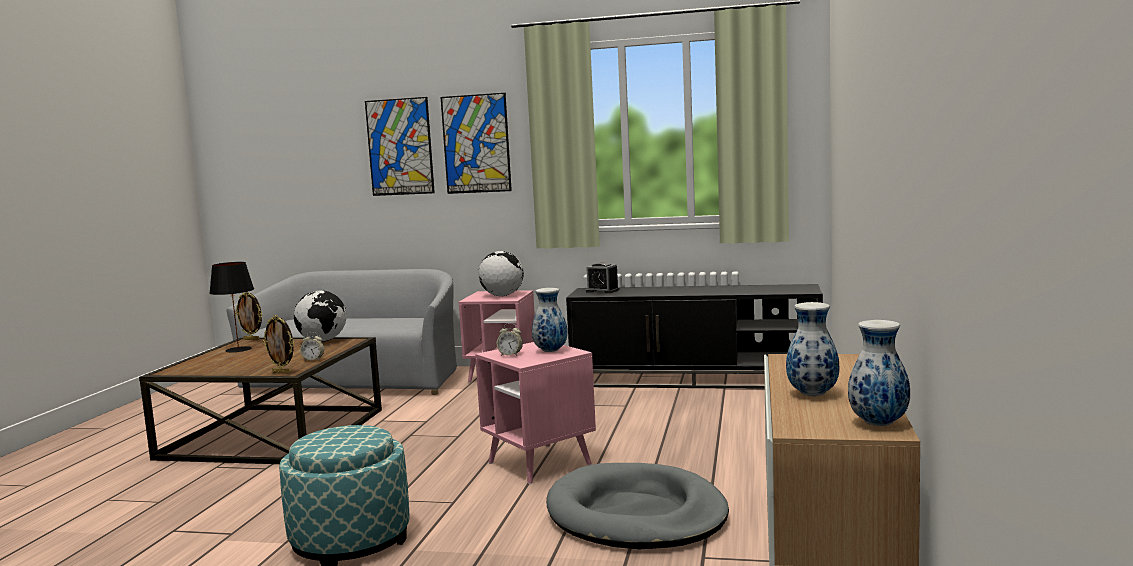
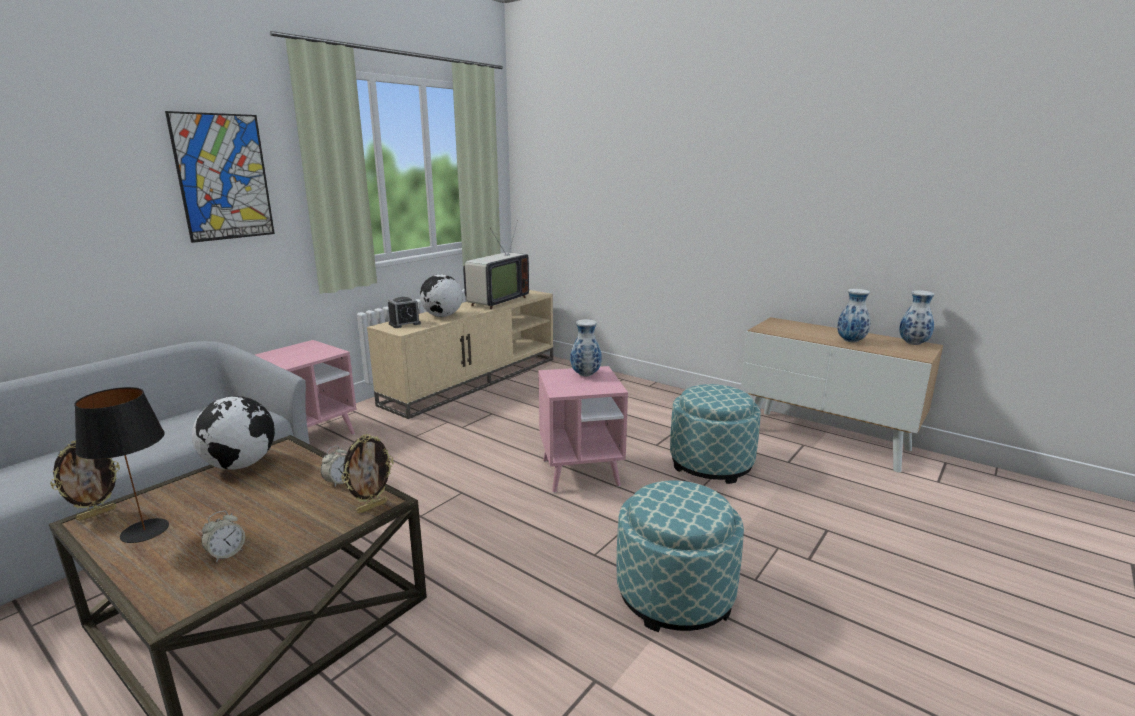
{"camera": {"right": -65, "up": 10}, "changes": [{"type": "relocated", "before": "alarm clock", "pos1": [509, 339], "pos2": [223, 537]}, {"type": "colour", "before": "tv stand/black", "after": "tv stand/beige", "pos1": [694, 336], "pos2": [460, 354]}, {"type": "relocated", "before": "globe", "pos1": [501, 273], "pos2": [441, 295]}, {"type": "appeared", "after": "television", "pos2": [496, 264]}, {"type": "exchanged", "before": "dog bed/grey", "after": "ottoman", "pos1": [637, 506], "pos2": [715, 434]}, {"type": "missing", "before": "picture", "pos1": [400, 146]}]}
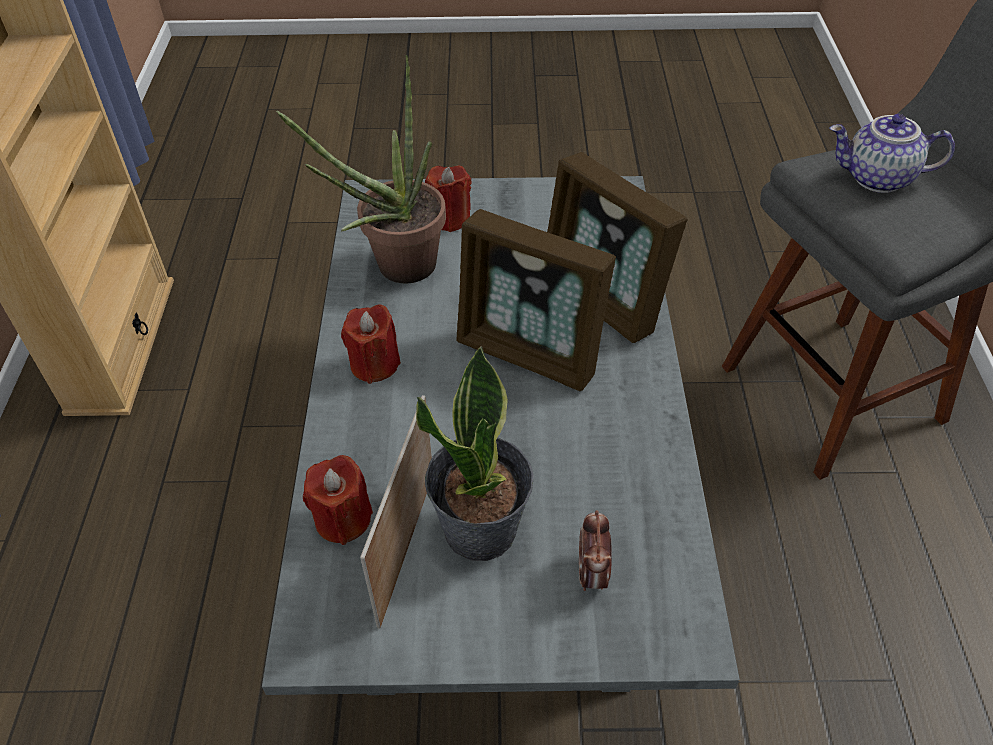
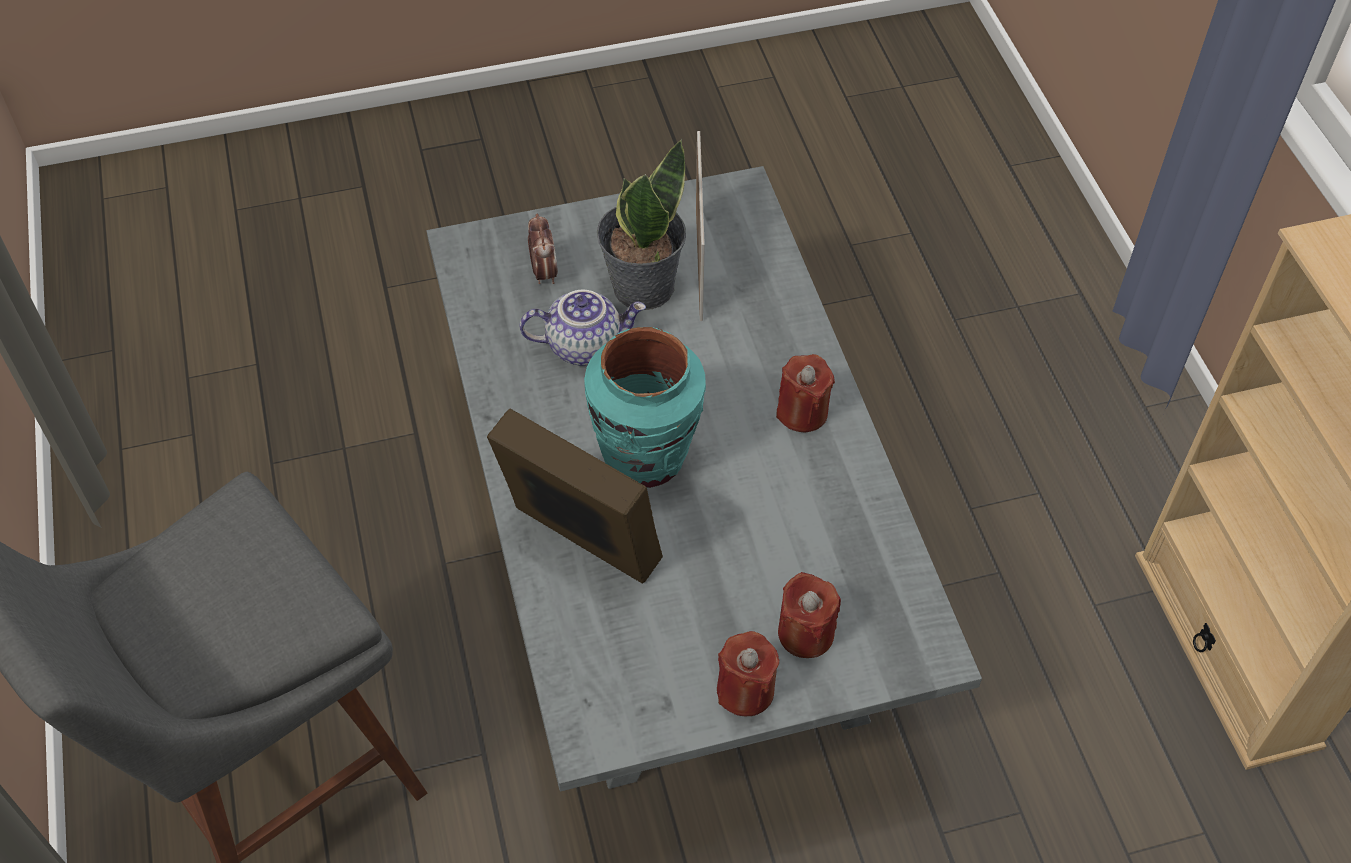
{"camera": {"right": 165, "up": 5}, "changes": [{"type": "relocated", "before": "teapot", "pos1": [892, 153], "pos2": [582, 328]}, {"type": "exchanged", "before": "picture frame", "after": "vase/turquoise", "pos1": [536, 300], "pos2": [645, 407]}, {"type": "relocated", "before": "candle/red", "pos1": [338, 500], "pos2": [748, 673]}, {"type": "missing", "before": "potted plant", "pos1": [361, 169]}]}
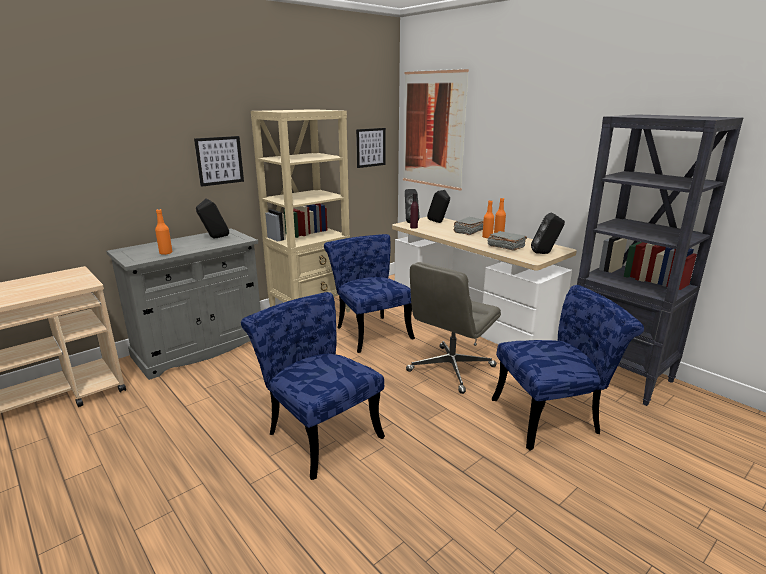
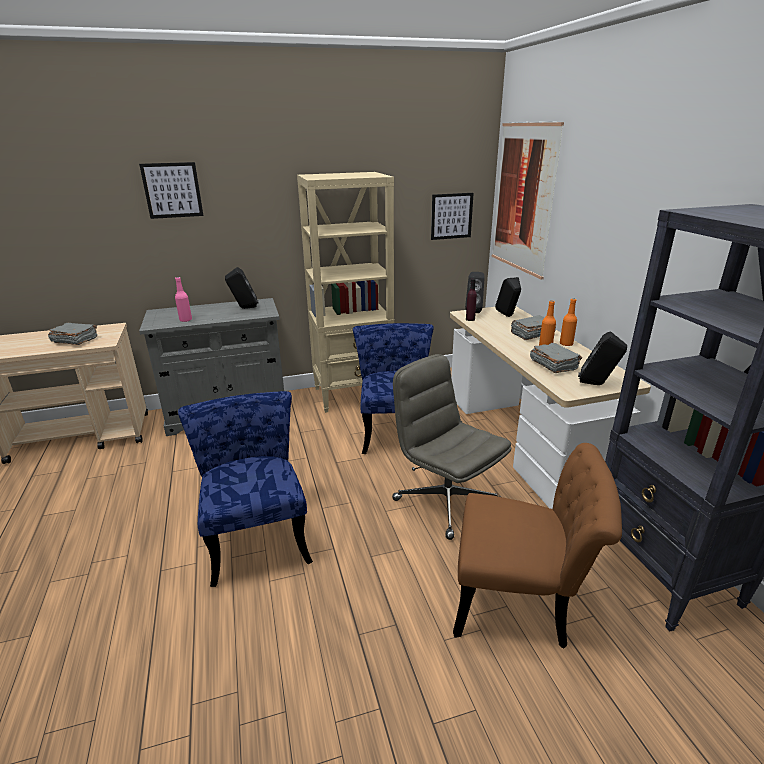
{"camera": {"right": 25, "up": 5}, "changes": [{"type": "appeared", "after": "book/grey", "pos2": [72, 334]}, {"type": "relocated", "before": "picture", "pos1": [219, 161], "pos2": [171, 190]}, {"type": "colour", "before": "bottle/orange", "after": "bottle/pink", "pos1": [164, 231], "pos2": [183, 299]}, {"type": "spun", "before": "office chair/grey", "pos1": [453, 328], "pos2": [451, 447], "turn": 75}, {"type": "colour", "before": "chair/blue", "after": "chair/brown", "pos1": [568, 368], "pos2": [537, 546]}]}
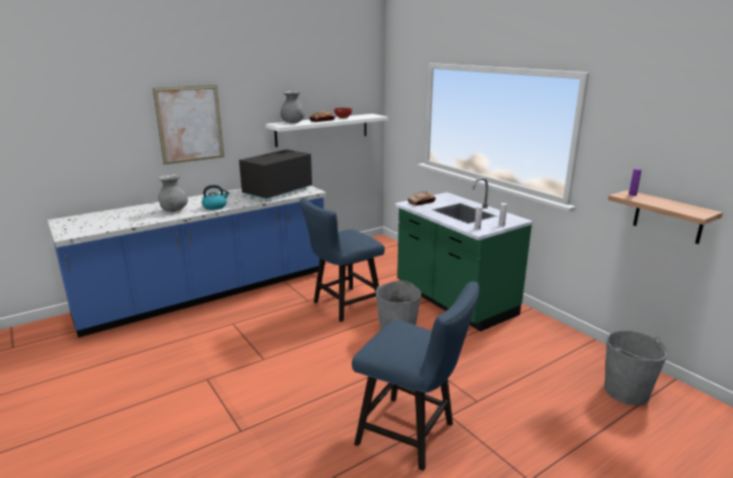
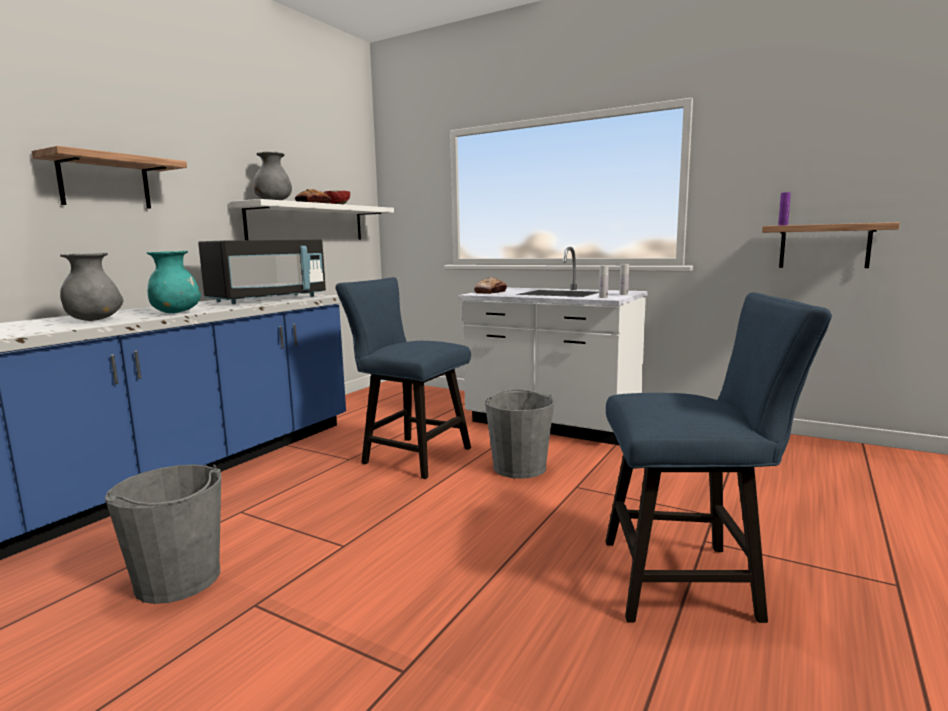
{"camera": {"right": -25, "up": -10}, "changes": [{"type": "exchanged", "before": "picture", "after": "shelf", "pos1": [188, 125], "pos2": [109, 177]}, {"type": "relocated", "before": "bucket/grey", "pos1": [636, 367], "pos2": [163, 534]}, {"type": "exchanged", "before": "kettle", "after": "vase/turquoise", "pos1": [215, 197], "pos2": [174, 282]}, {"type": "spun", "before": "microwave/black", "pos1": [275, 175], "pos2": [262, 272], "turn": -150}, {"type": "spun", "before": "chair/blue", "pos1": [342, 260], "pos2": [403, 378], "turn": 90}, {"type": "colour", "before": "counter/green", "after": "counter/white", "pos1": [464, 254], "pos2": [553, 346]}]}
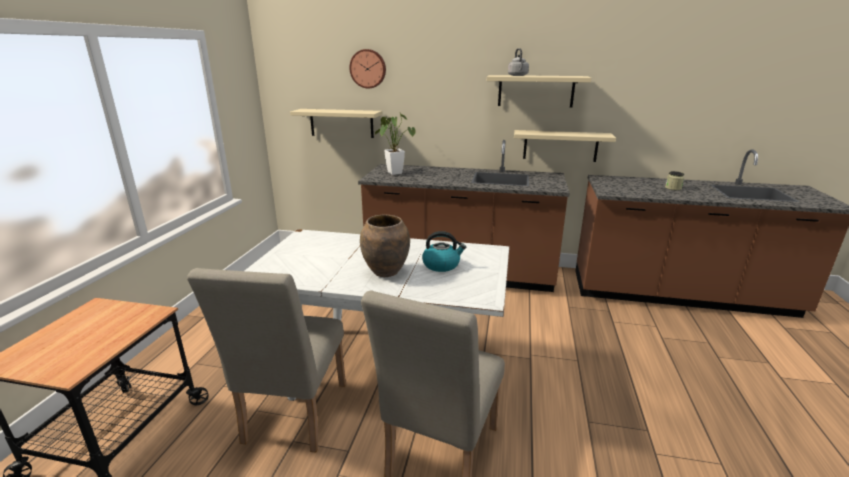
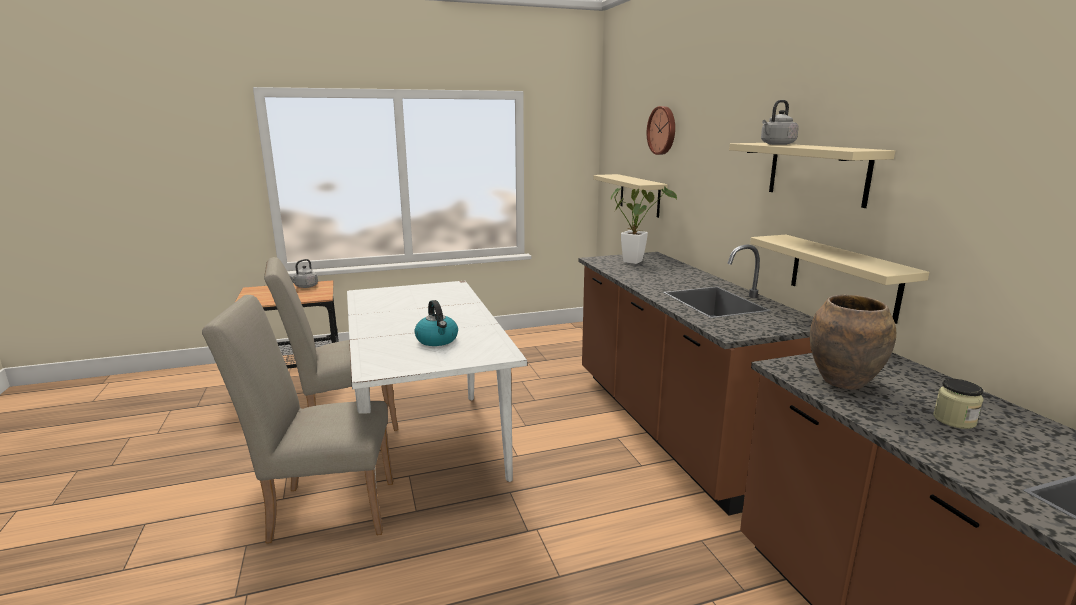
{"camera": {"right": 60, "up": -5}, "changes": [{"type": "appeared", "after": "kettle/grey", "pos2": [303, 273]}, {"type": "relocated", "before": "vase/brown", "pos1": [385, 246], "pos2": [853, 342]}]}
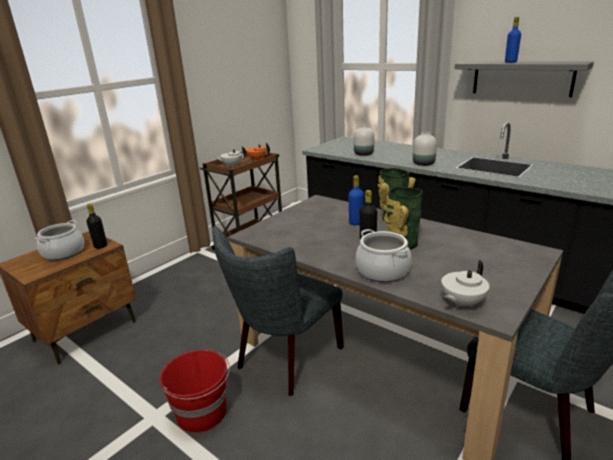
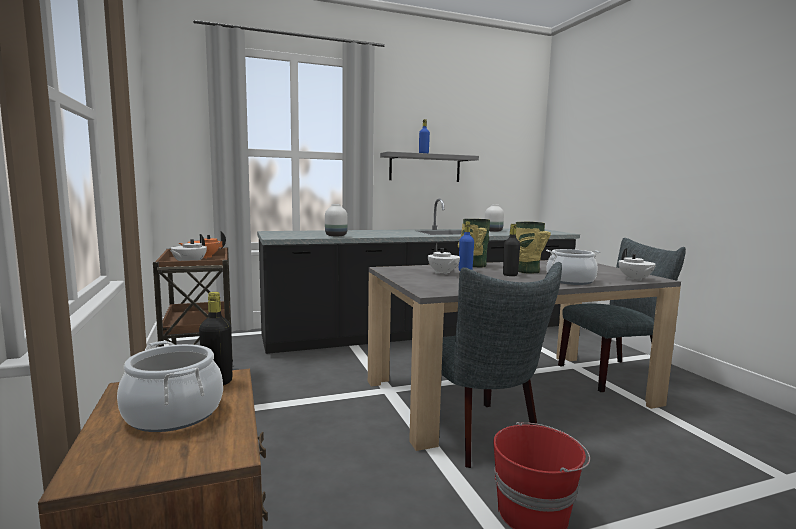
{"camera": {"right": -60, "up": -15}, "changes": [{"type": "appeared", "after": "teapot/white", "pos2": [444, 259]}, {"type": "relocated", "before": "vase/white", "pos1": [425, 149], "pos2": [494, 218]}]}
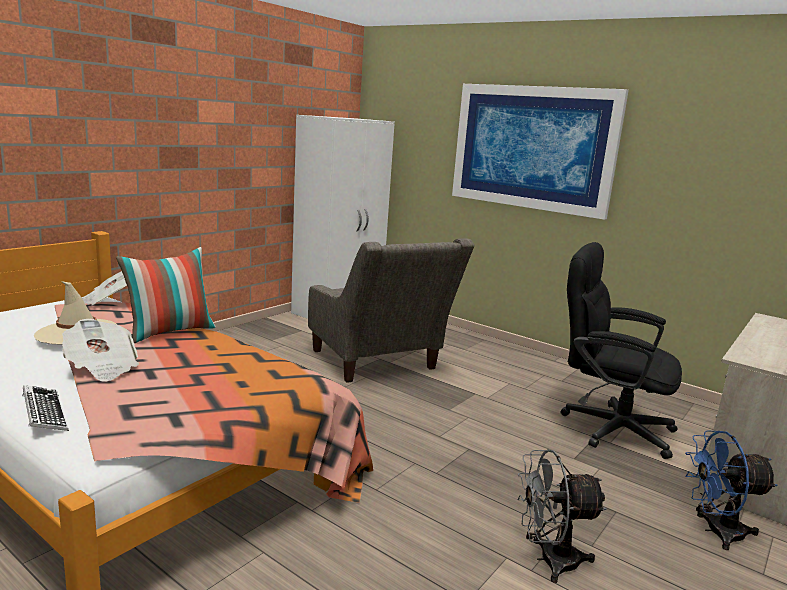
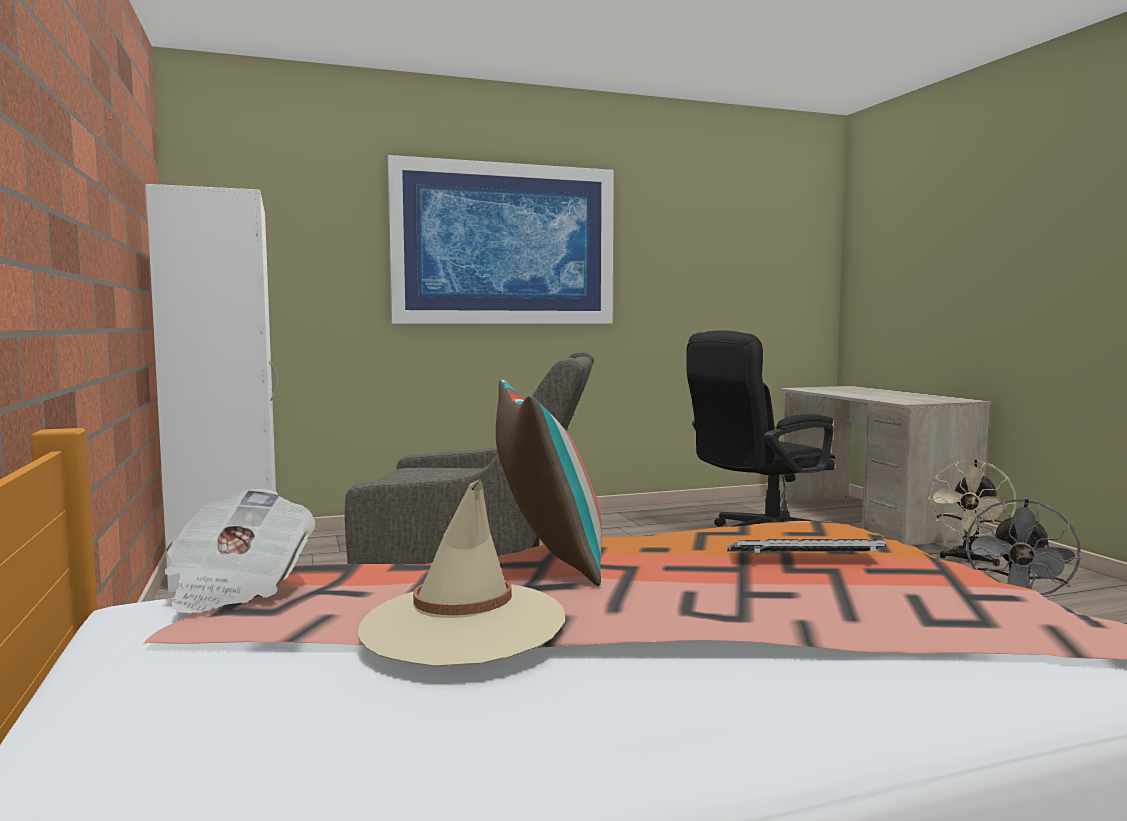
{"camera": {"right": -55, "up": -10}, "changes": [{"type": "relocated", "before": "keyboard", "pos1": [45, 408], "pos2": [807, 546]}, {"type": "colour", "before": "fan/blue", "after": "fan/beige", "pos1": [731, 490], "pos2": [972, 513]}, {"type": "missing", "before": "newspaper", "pos1": [100, 350]}]}
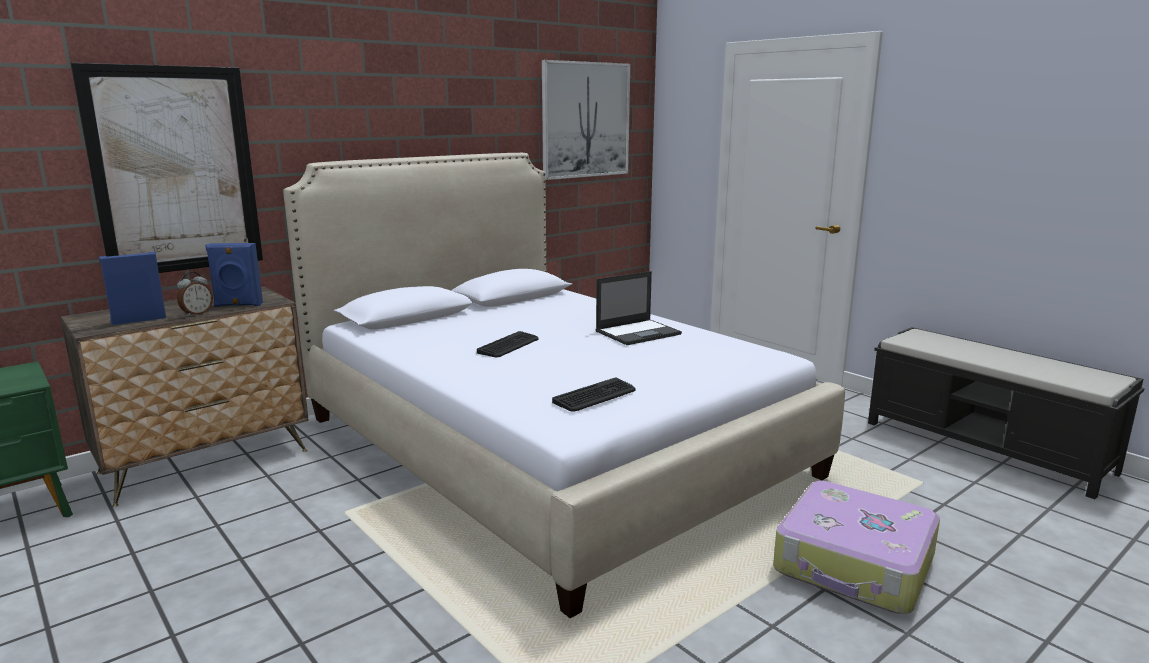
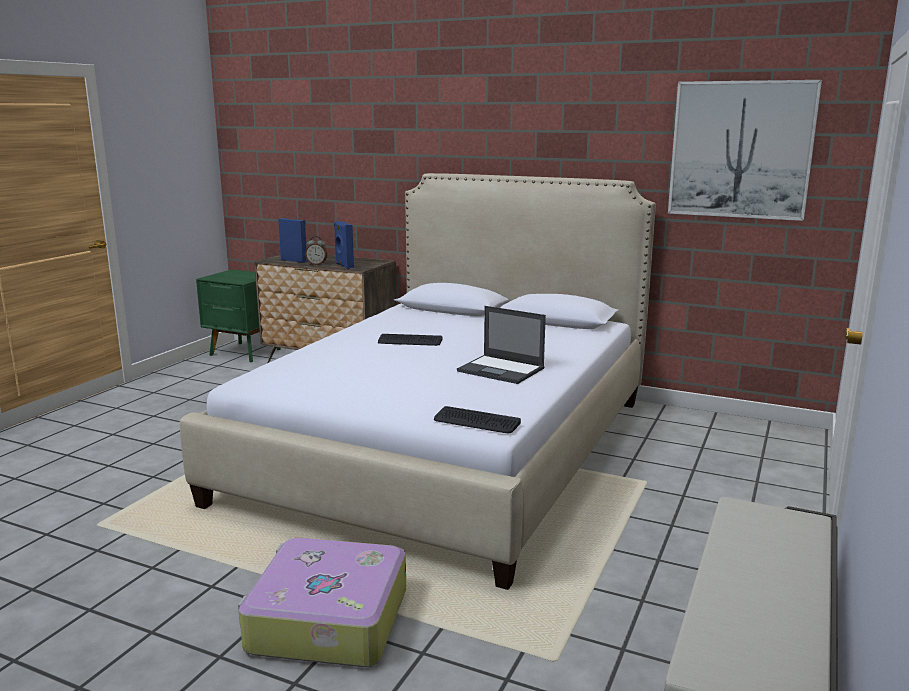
{"camera": {"right": 65, "up": 0}, "changes": [{"type": "relocated", "before": "keyboard", "pos1": [594, 395], "pos2": [477, 419]}, {"type": "missing", "before": "picture", "pos1": [166, 168]}]}
